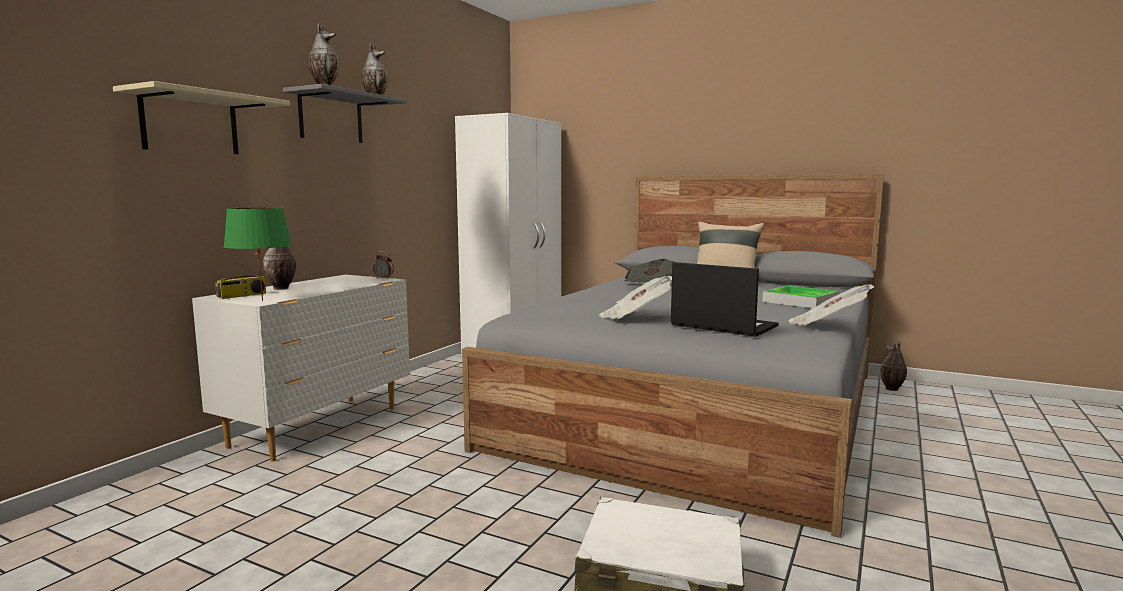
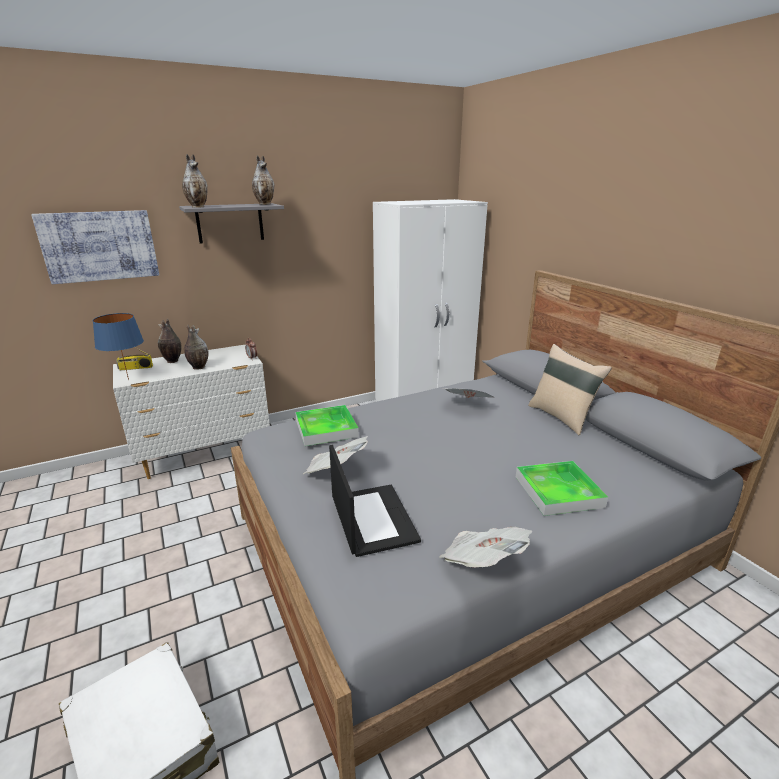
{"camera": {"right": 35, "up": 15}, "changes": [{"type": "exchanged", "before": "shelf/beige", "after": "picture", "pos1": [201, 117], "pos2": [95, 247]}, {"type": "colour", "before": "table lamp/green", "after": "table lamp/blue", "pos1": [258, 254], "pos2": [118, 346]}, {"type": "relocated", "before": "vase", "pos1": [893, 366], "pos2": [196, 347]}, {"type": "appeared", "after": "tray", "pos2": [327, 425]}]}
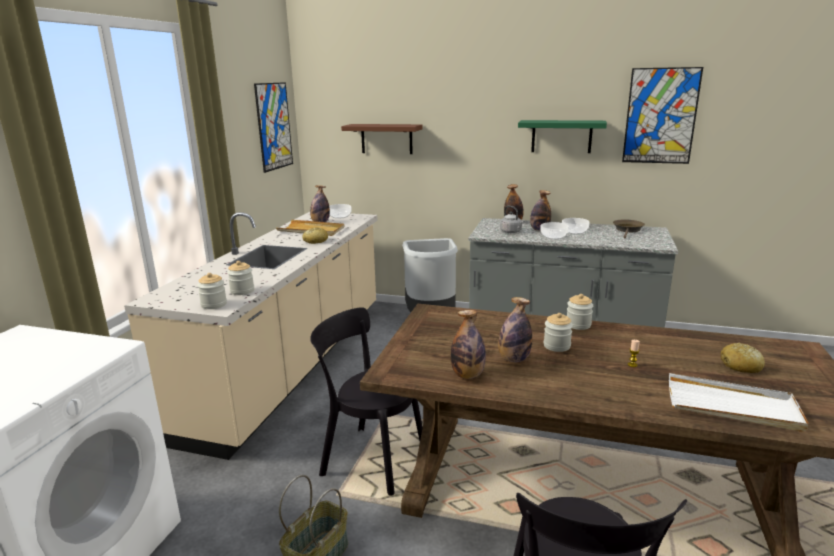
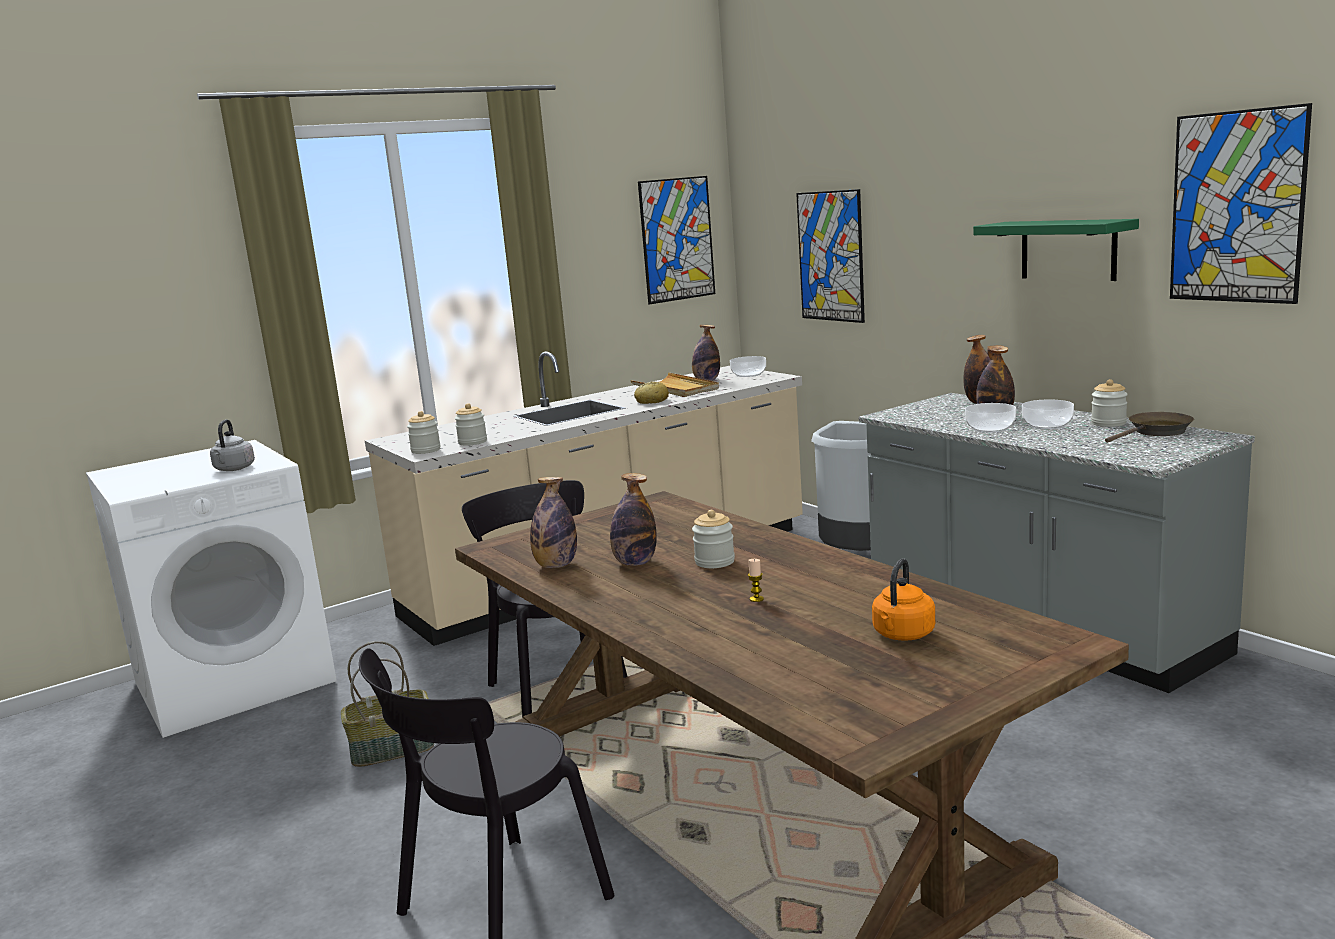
{"camera": {"right": 40, "up": -5}, "changes": [{"type": "relocated", "before": "kettle/grey", "pos1": [512, 219], "pos2": [232, 445]}, {"type": "exchanged", "before": "shelf/brown", "after": "picture", "pos1": [382, 139], "pos2": [830, 256]}, {"type": "exchanged", "before": "bread", "after": "kettle/orange", "pos1": [743, 358], "pos2": [903, 599]}, {"type": "relocated", "before": "jar", "pos1": [580, 312], "pos2": [1109, 403]}, {"type": "missing", "before": "tray/white", "pos1": [739, 402]}]}
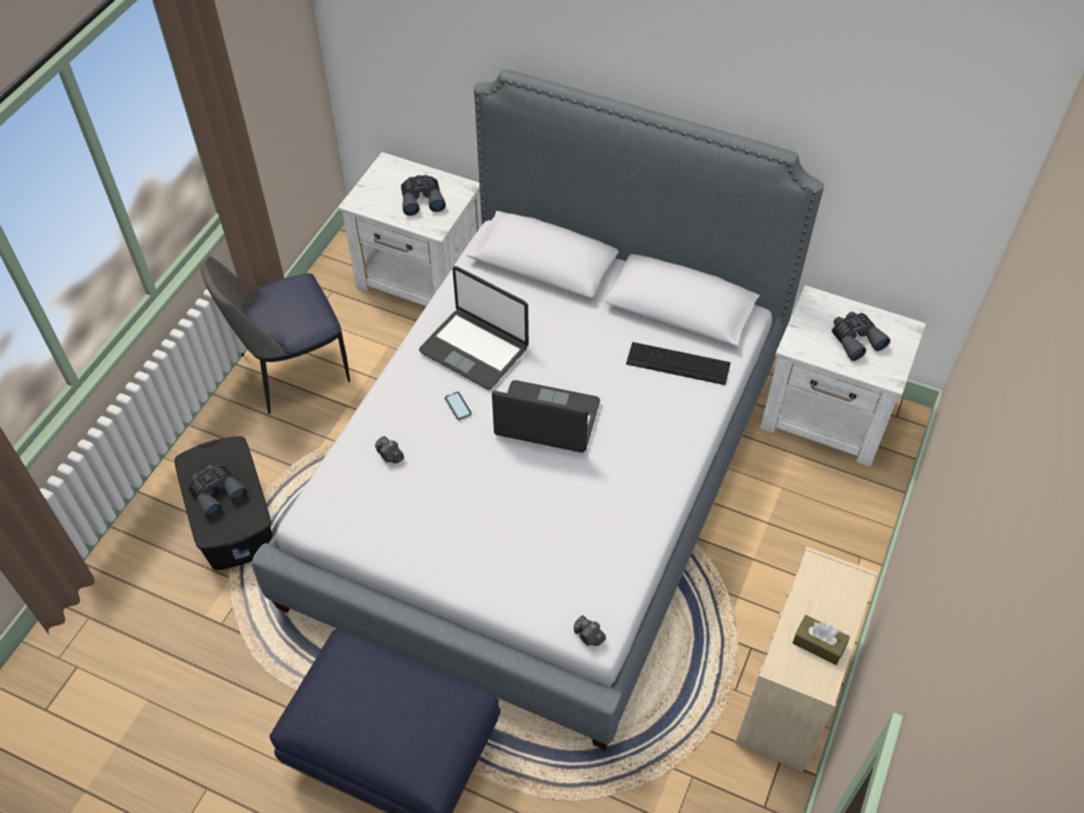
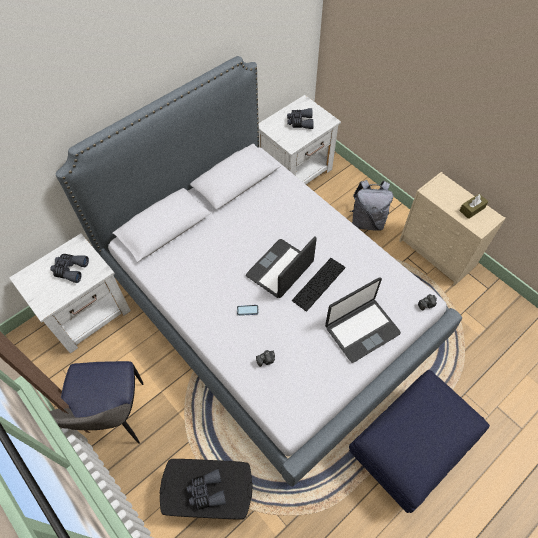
{"camera": {"right": -65, "up": 5}, "changes": [{"type": "relocated", "before": "keyboard", "pos1": [678, 363], "pos2": [319, 285]}, {"type": "relocated", "before": "laptop", "pos1": [474, 328], "pos2": [363, 320]}, {"type": "appeared", "after": "backpack/grey", "pos2": [371, 205]}]}
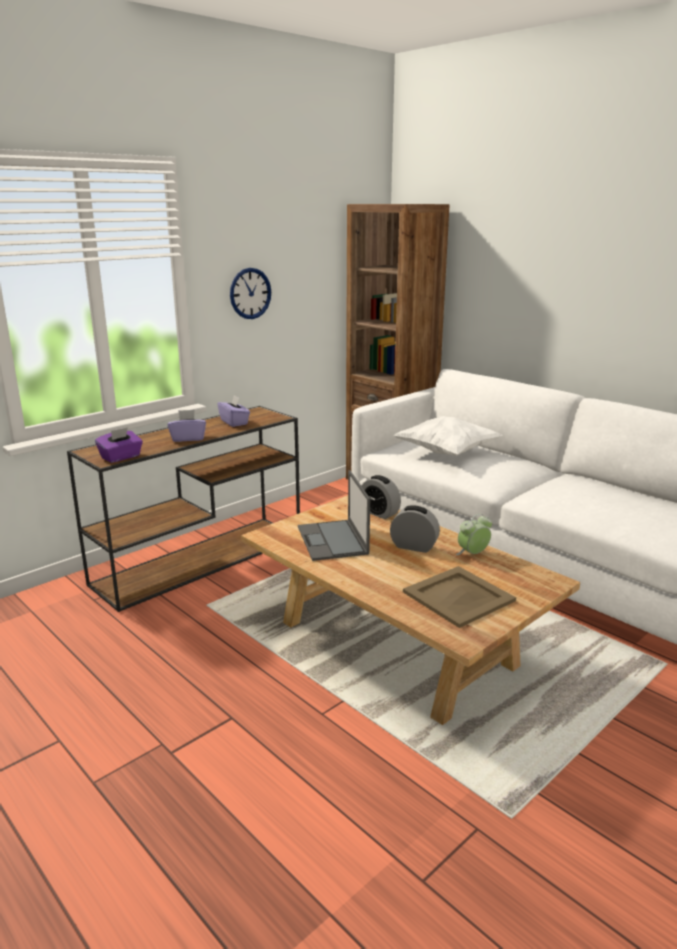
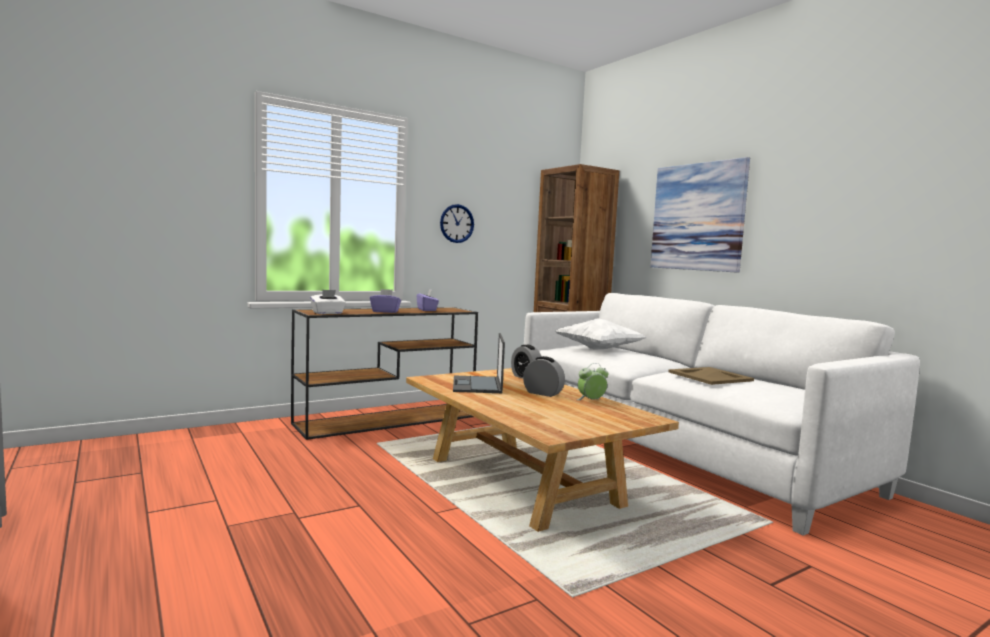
{"camera": {"right": 10, "up": -15}, "changes": [{"type": "colour", "before": "tissue box/purple", "after": "tissue box/white", "pos1": [119, 445], "pos2": [328, 302]}, {"type": "appeared", "after": "picture", "pos2": [700, 215]}, {"type": "relocated", "before": "tray/beige", "pos1": [459, 597], "pos2": [711, 376]}]}
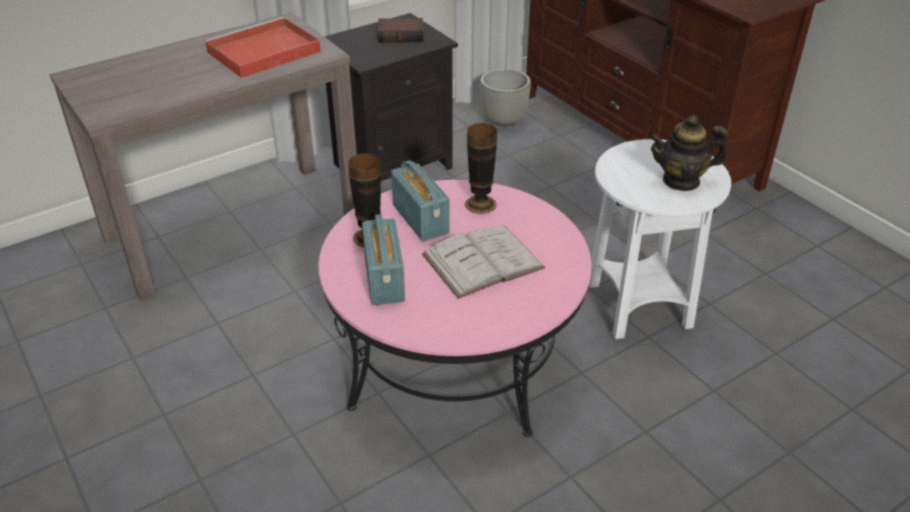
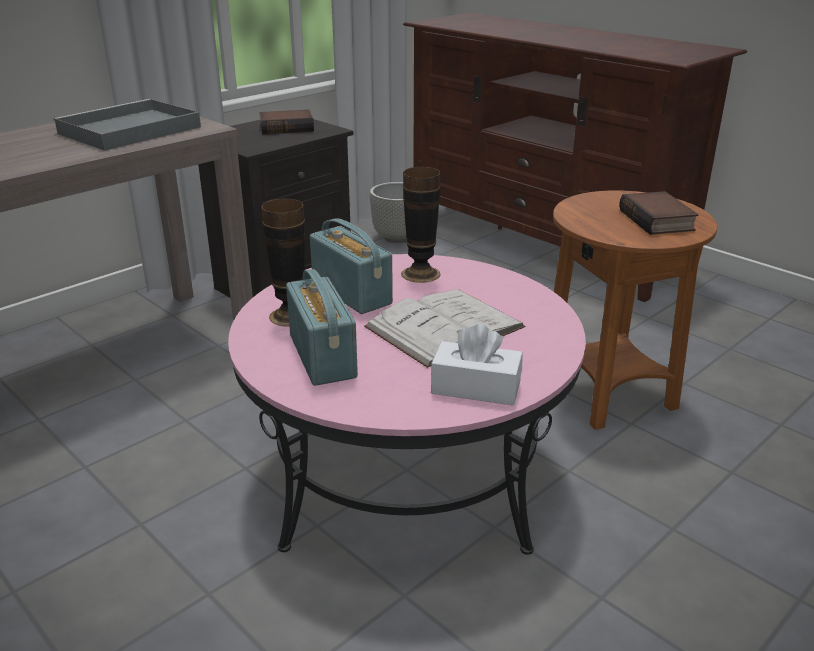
{"camera": {"right": -10, "up": -10}, "changes": [{"type": "colour", "before": "tray/red", "after": "tray/grey", "pos1": [262, 47], "pos2": [127, 125]}, {"type": "appeared", "after": "tissue box/white", "pos2": [477, 365]}, {"type": "colour", "before": "side table/white", "after": "side table/brown", "pos1": [660, 239], "pos2": [635, 310]}, {"type": "exchanged", "before": "teapot", "after": "book", "pos1": [688, 153], "pos2": [658, 213]}]}
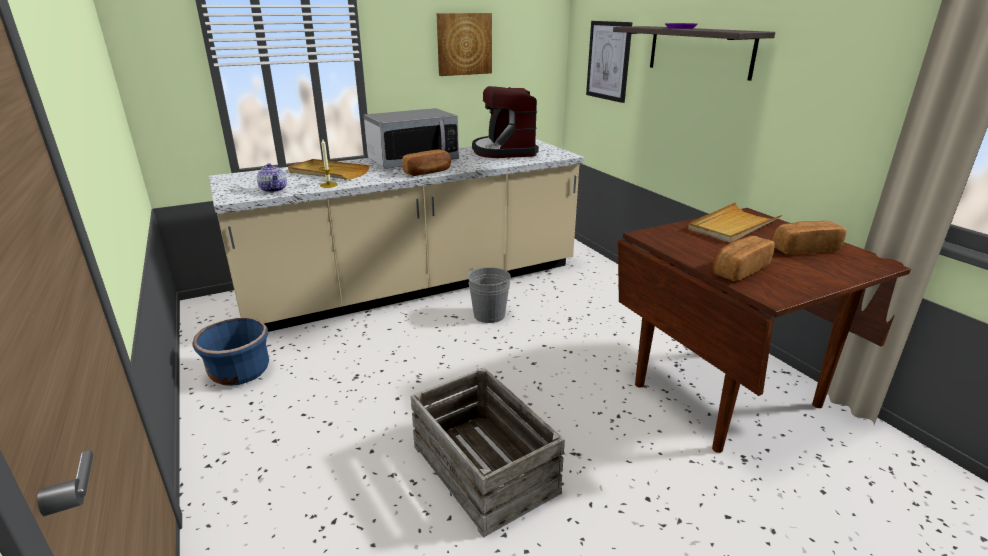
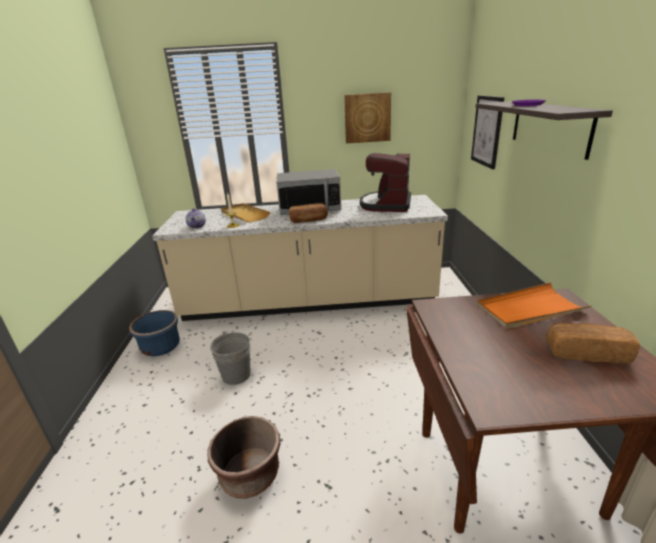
{"camera": {"right": 25, "up": 0}, "changes": [{"type": "exchanged", "before": "crate", "after": "planter/brown", "pos1": [488, 452], "pos2": [243, 457]}, {"type": "relocated", "before": "bucket/grey", "pos1": [489, 295], "pos2": [230, 358]}, {"type": "colour", "before": "tray/beige", "after": "tray/orange", "pos1": [735, 222], "pos2": [534, 305]}, {"type": "missing", "before": "bread", "pos1": [743, 258]}]}
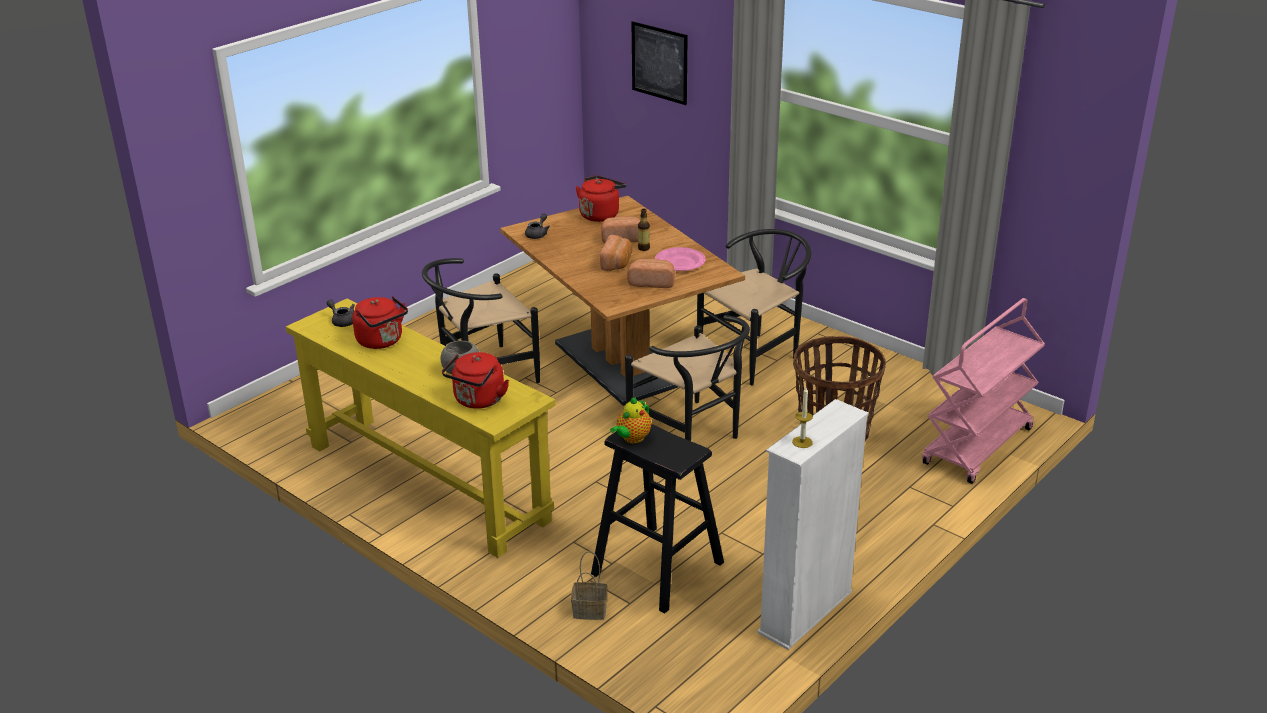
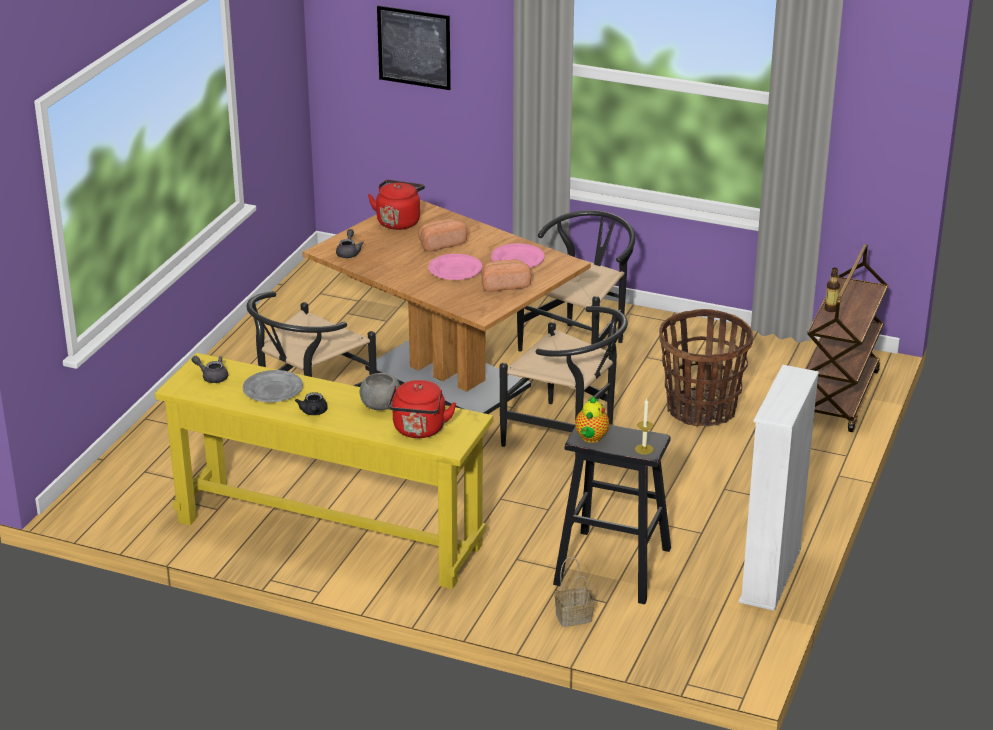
{"camera": {"right": -20, "up": 0}, "changes": [{"type": "exchanged", "before": "kettle/red", "after": "plate/grey", "pos1": [380, 322], "pos2": [273, 386]}, {"type": "appeared", "after": "teapot/black", "pos2": [311, 403]}, {"type": "exchanged", "before": "bread", "after": "plate/pink", "pos1": [616, 253], "pos2": [455, 267]}, {"type": "relocated", "before": "candle", "pos1": [802, 417], "pos2": [644, 427]}, {"type": "colour", "before": "cart/pink", "after": "cart/brown", "pos1": [983, 391], "pos2": [846, 338]}, {"type": "relocated", "before": "bottle", "pos1": [644, 230], "pos2": [832, 289]}]}
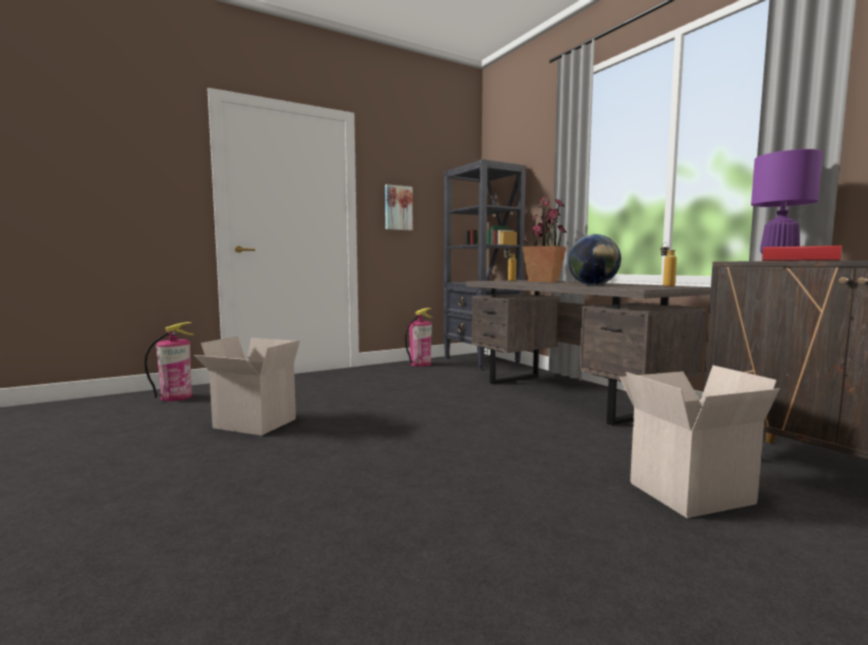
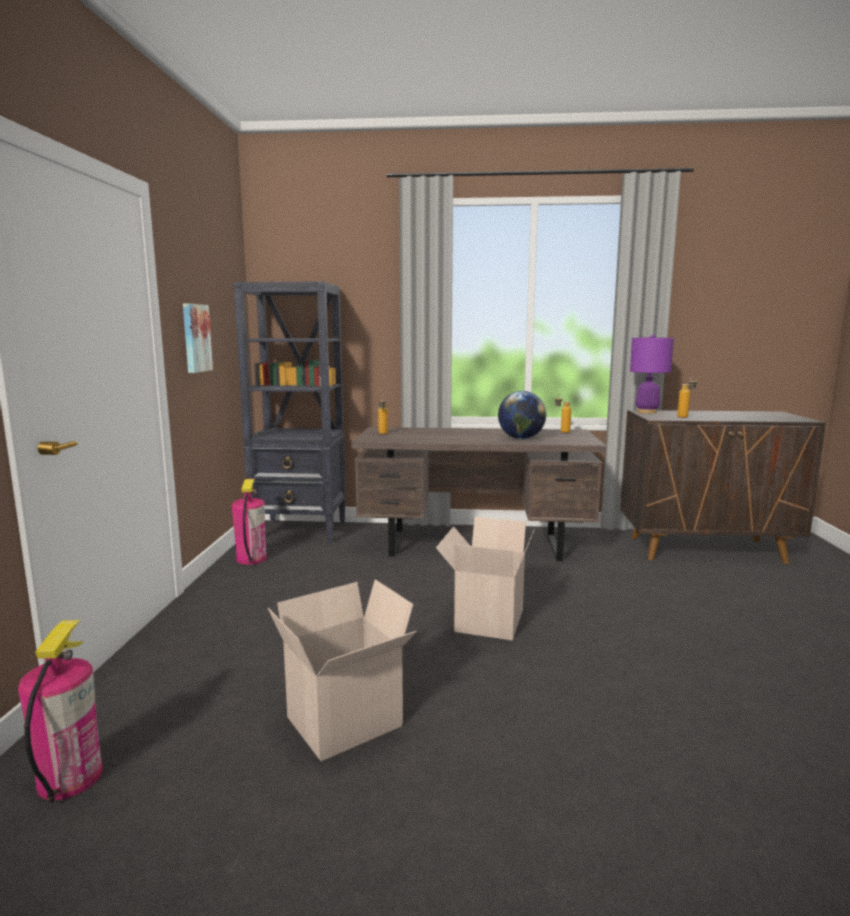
{"camera": {"right": -55, "up": 5}, "changes": [{"type": "relocated", "before": "cardboard box", "pos1": [700, 441], "pos2": [485, 579]}, {"type": "exchanged", "before": "book", "after": "bottle", "pos1": [802, 253], "pos2": [687, 397]}, {"type": "missing", "before": "potted plant", "pos1": [544, 239]}]}
